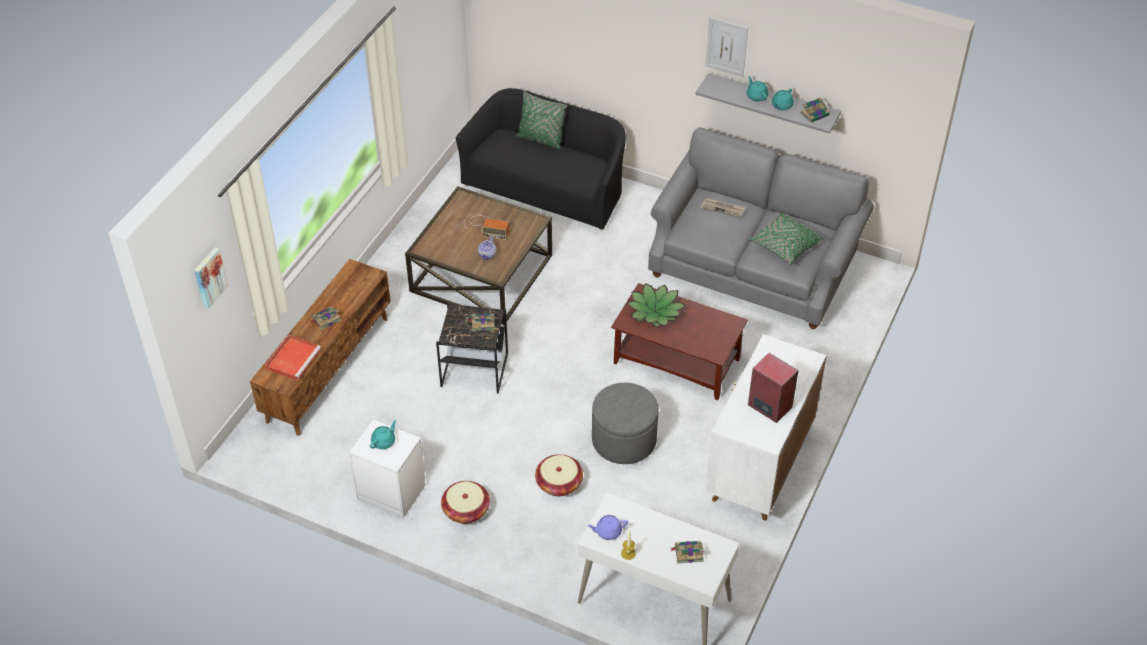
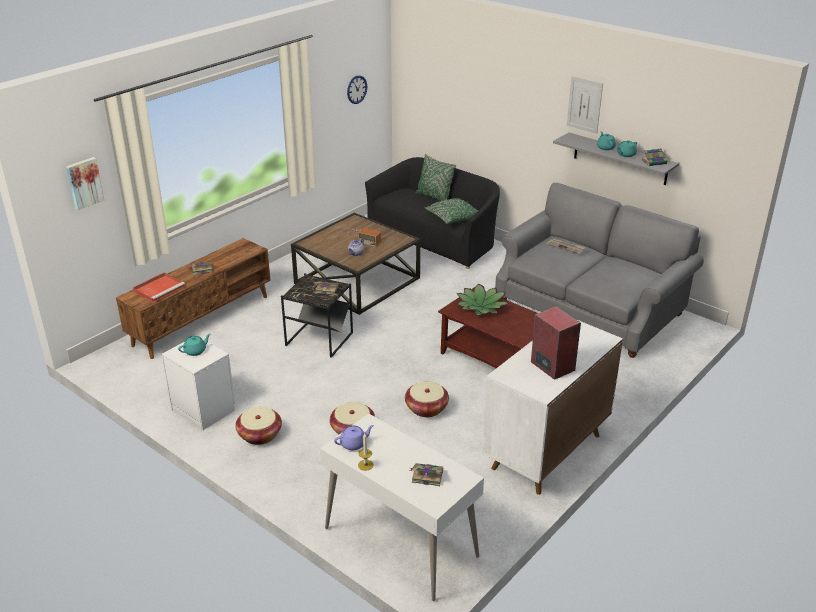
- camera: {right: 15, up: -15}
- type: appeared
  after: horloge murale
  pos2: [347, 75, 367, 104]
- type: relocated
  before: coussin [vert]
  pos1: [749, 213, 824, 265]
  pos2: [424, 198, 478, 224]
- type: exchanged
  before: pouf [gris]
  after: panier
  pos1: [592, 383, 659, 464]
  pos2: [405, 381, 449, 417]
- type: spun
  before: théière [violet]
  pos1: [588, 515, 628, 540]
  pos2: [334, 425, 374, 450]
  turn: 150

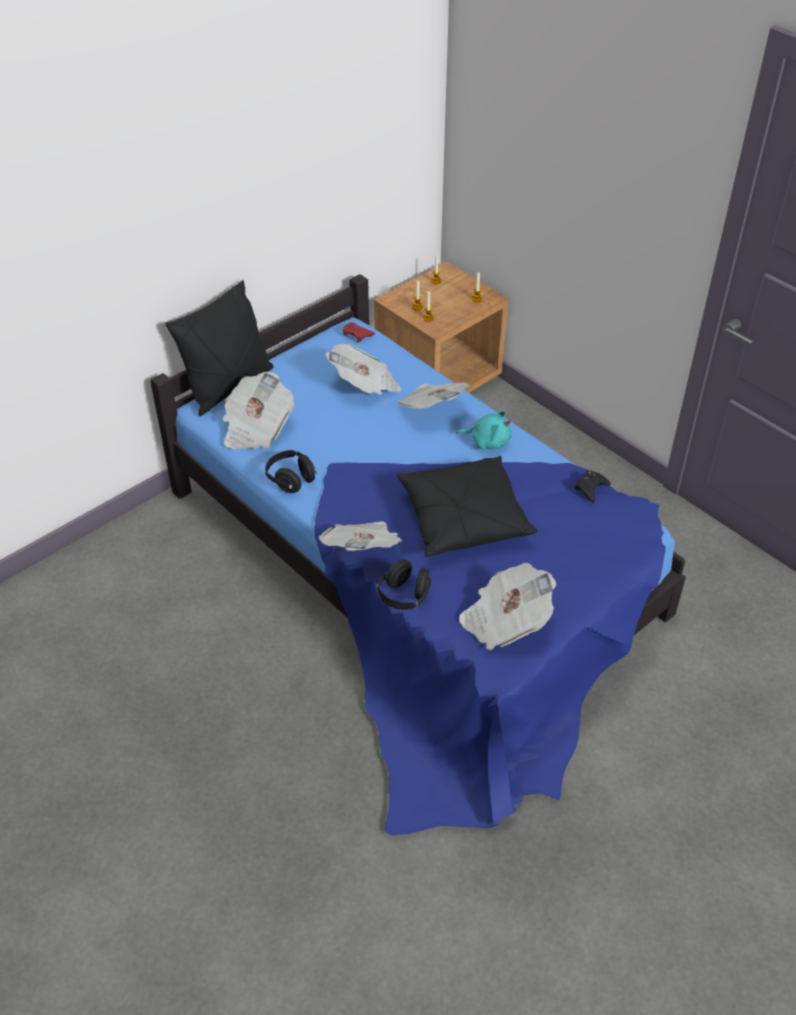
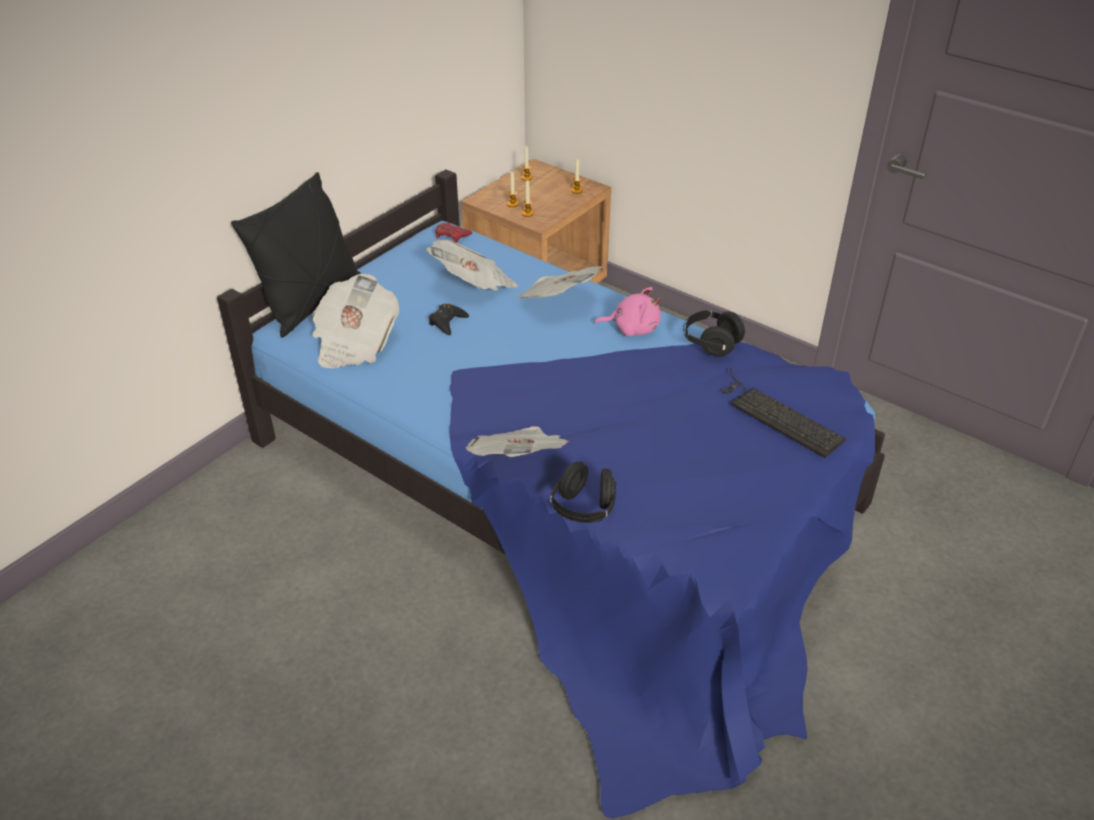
- camera: {right: -10, up: -5}
- type: missing
  before: coussin [noir]
  pos1: [397, 456, 537, 557]
- type: missing
  before: journal
  pos1: [459, 563, 557, 650]
- type: appeared
  after: clavier
  pos2: [720, 368, 846, 458]
- type: relocated
  before: casque audio [noir]
  pos1: [265, 450, 317, 493]
  pos2: [683, 310, 746, 357]
- type: relocated
  before: manette [noir]
  pos1: [575, 470, 611, 502]
  pos2: [429, 304, 469, 335]
- type: colour
  before: peluche [turquoise]
  after: peluche [rose]
  pos1: [456, 410, 512, 450]
  pos2: [594, 287, 661, 336]

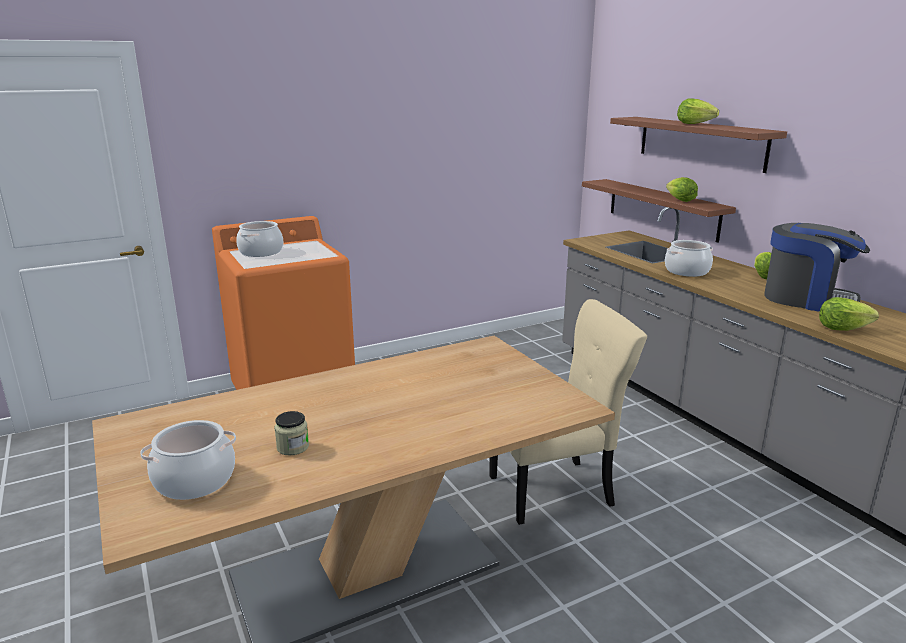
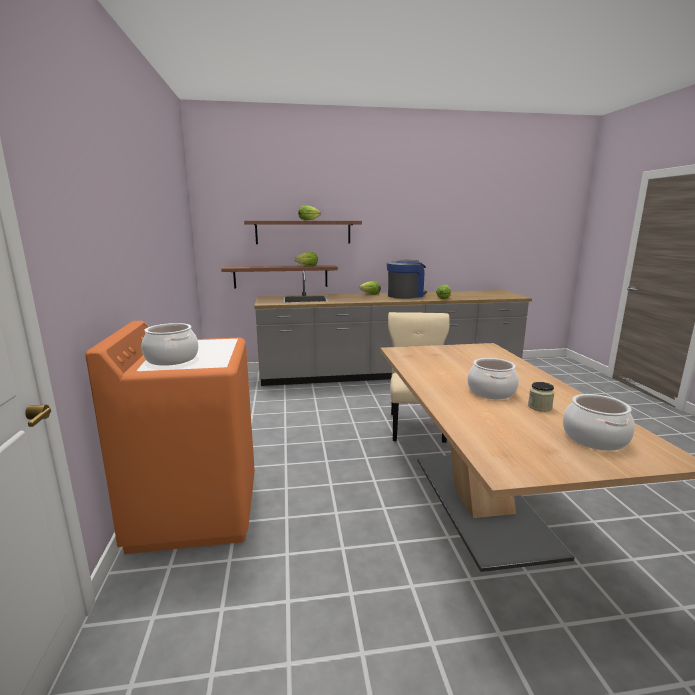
- camera: {right: -70, up: -5}
- type: relocated
  before: marmite
  pos1: [665, 240, 713, 277]
  pos2: [467, 358, 519, 399]

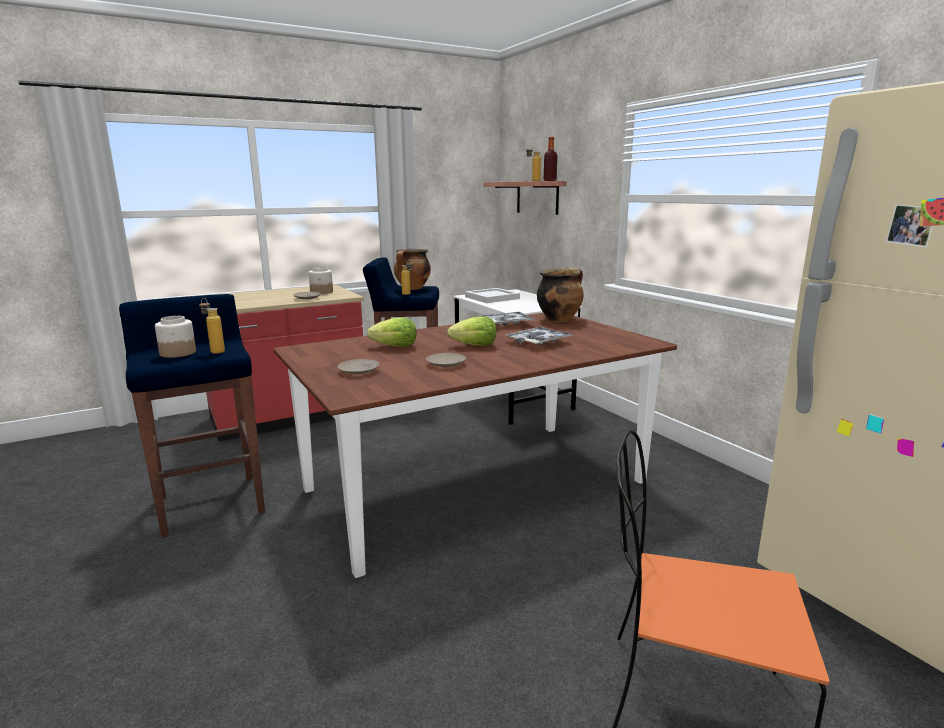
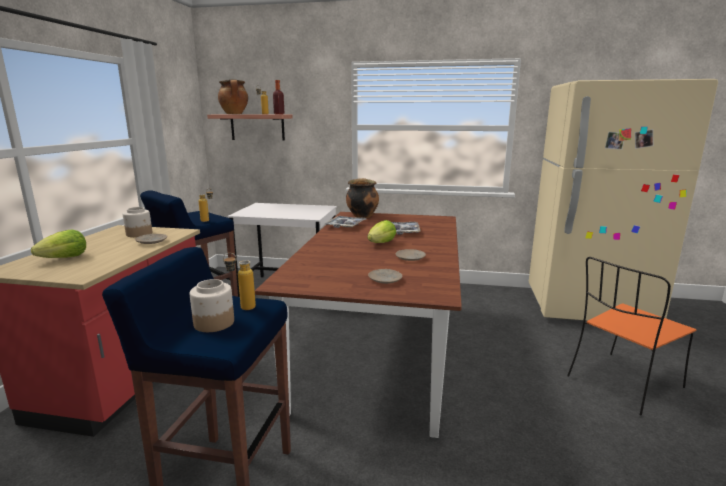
- camera: {right: -50, up: 0}
- type: missing
  before: plateau [blanc]
  pos1: [465, 288, 520, 303]
- type: relocated
  before: laitue
  pos1: [367, 317, 416, 347]
  pos2: [31, 230, 86, 258]
- type: relocated
  before: marmite
  pos1: [394, 249, 431, 290]
  pos2: [218, 79, 248, 114]

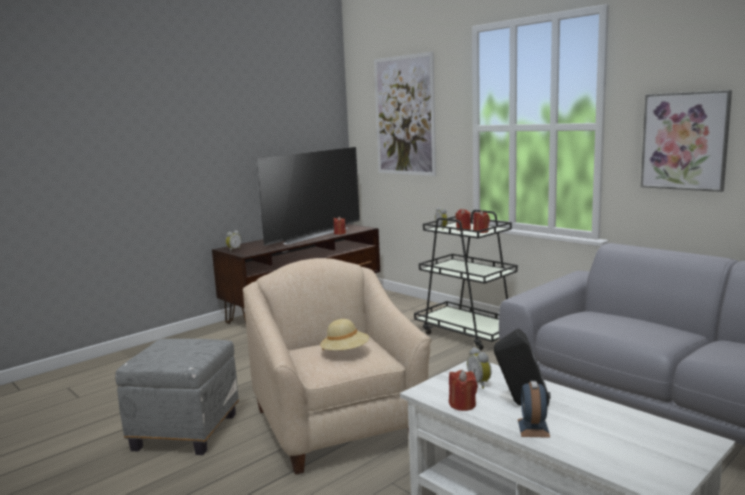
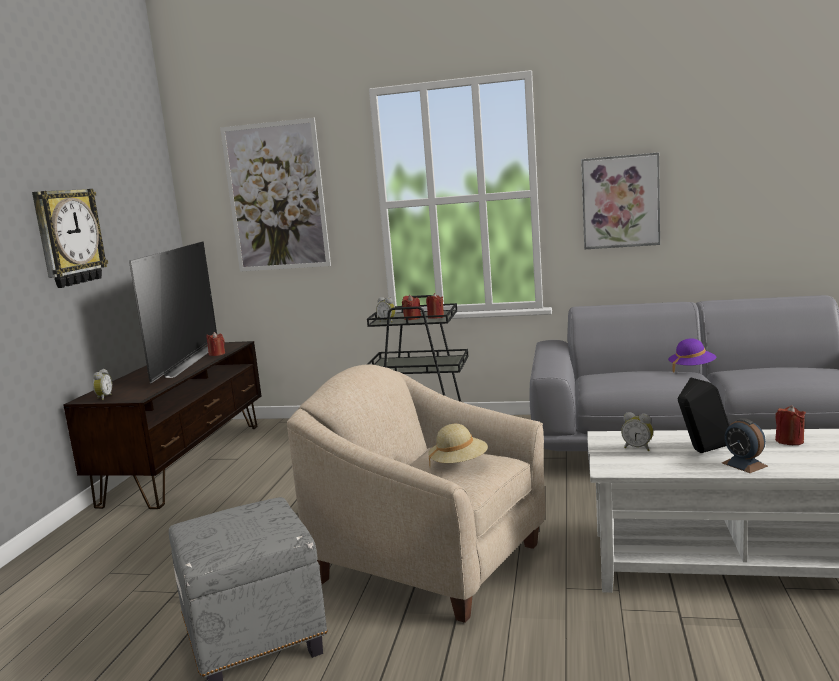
- camera: {right: -35, up: 0}
- type: appeared
  after: horloge murale
  pos2: [32, 189, 108, 288]
- type: appeared
  after: chapeau [violet]
  pos2: [668, 338, 716, 372]
- type: relocated
  before: bougie [rouge]
  pos1: [449, 370, 478, 411]
  pos2: [775, 405, 806, 445]

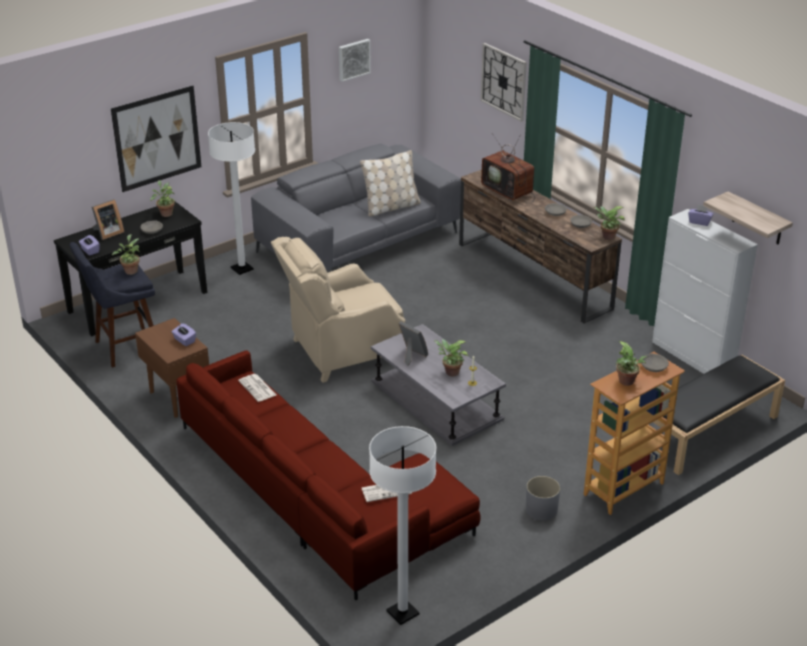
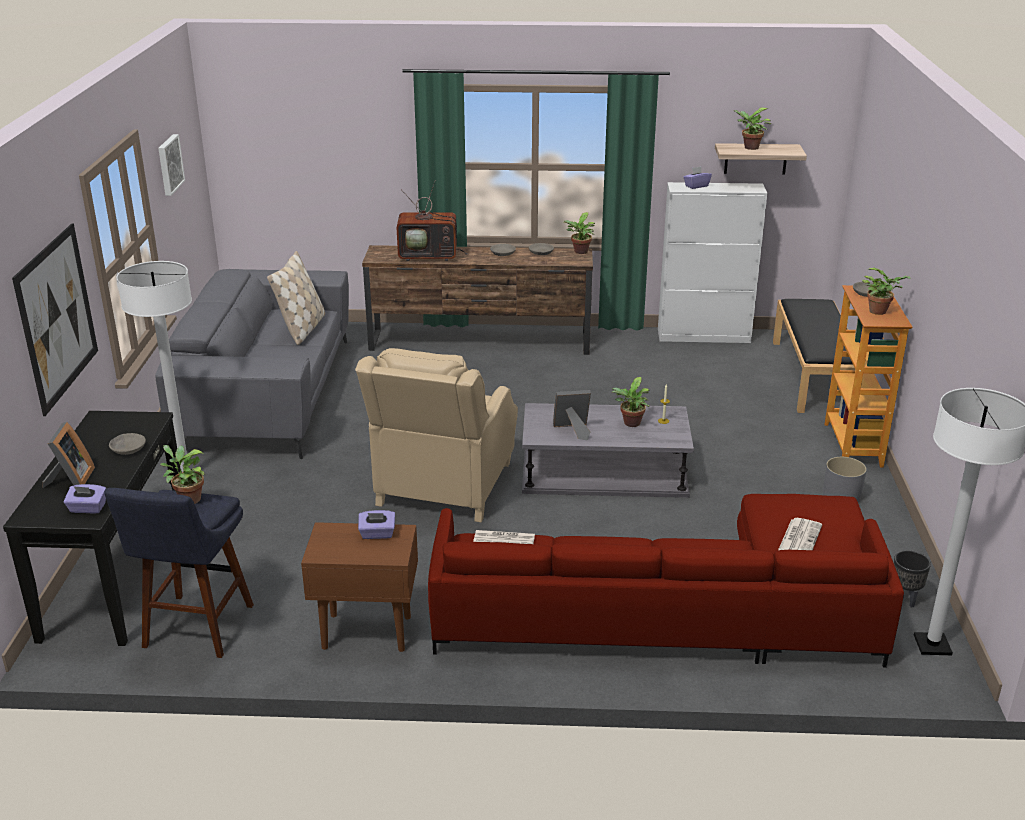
- camera: {right: -50, up: -5}
- type: missing
  before: horloge murale
  pos1: [481, 43, 527, 122]
- type: appeared
  after: cache-pot [noir]
  pos2: [894, 551, 931, 608]
- type: relocated
  before: plante en pot
  pos1: [150, 180, 175, 217]
  pos2: [735, 108, 771, 150]

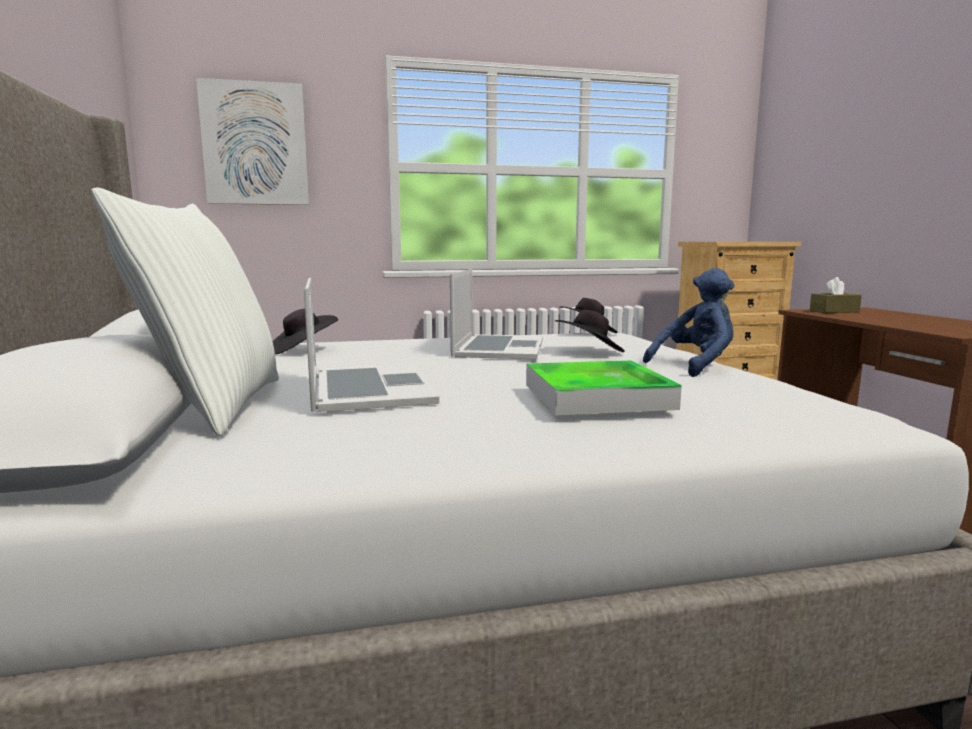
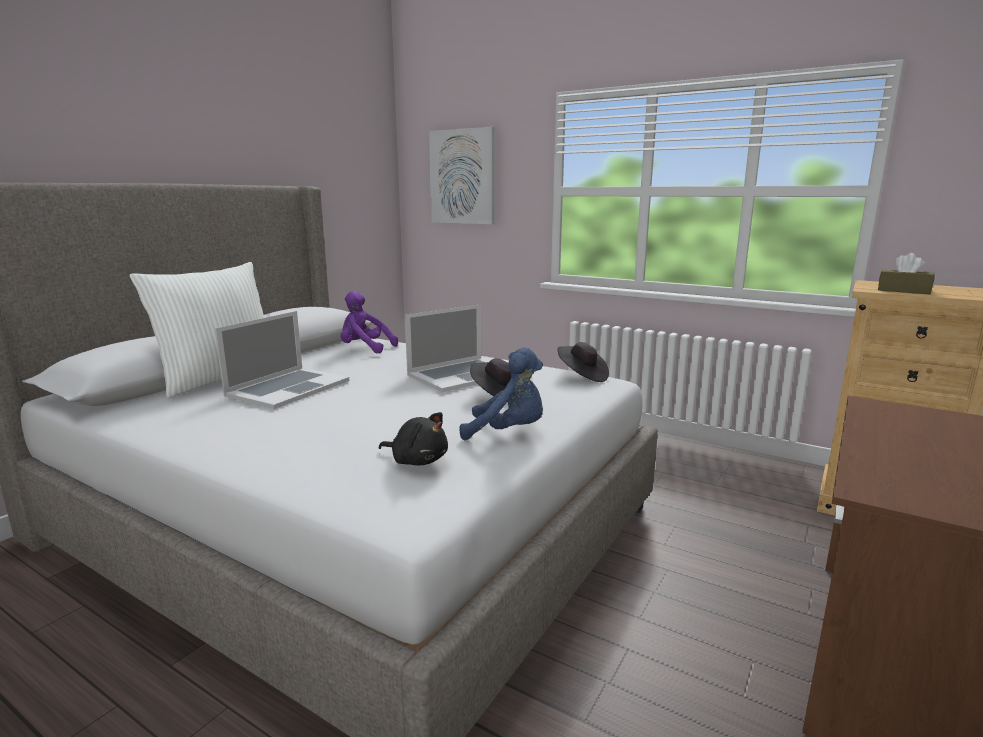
- camera: {right: 45, up: 5}
- type: missing
  before: plateau
  pos1: [526, 360, 682, 416]
- type: appeared
  after: peluche [noir]
  pos2: [379, 412, 448, 465]
- type: relocated
  before: boîte à mouchoirs [marron]
  pos1: [810, 277, 862, 313]
  pos2: [878, 253, 935, 294]
- type: exchanged
  before: chapeau [noir]
  after: peluche [violet]
  pos1: [272, 308, 338, 355]
  pos2: [341, 291, 398, 353]

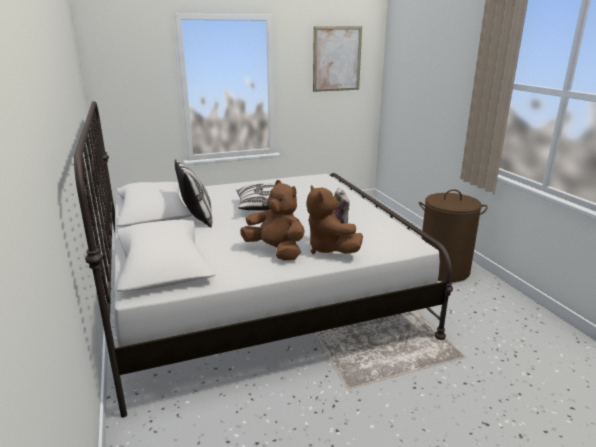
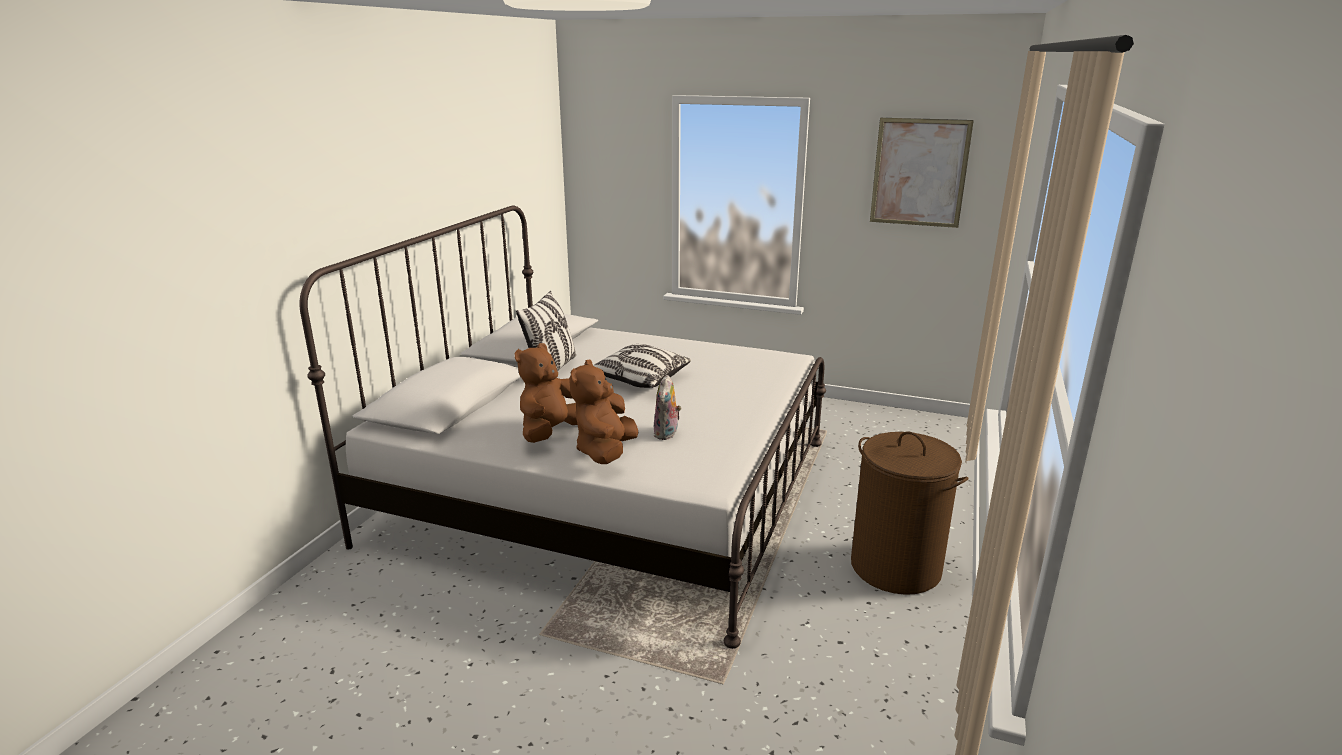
- camera: {right: 40, up: 0}
- type: spun
  before: peluche [marron]
  pos1: [240, 180, 305, 261]
  pos2: [515, 343, 578, 443]
  turn: -135

